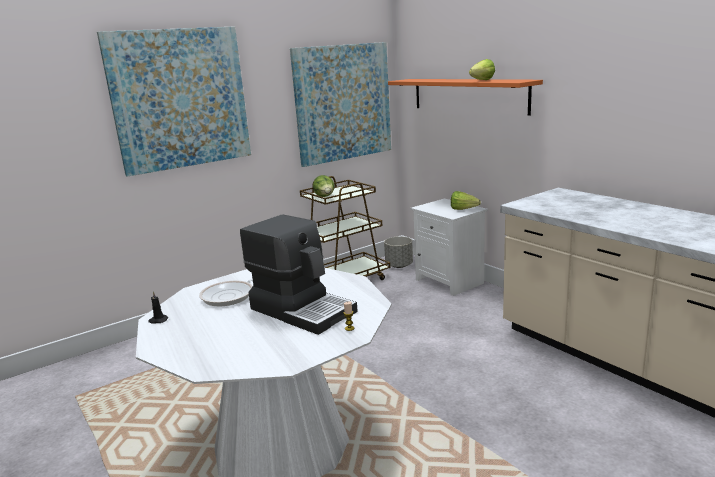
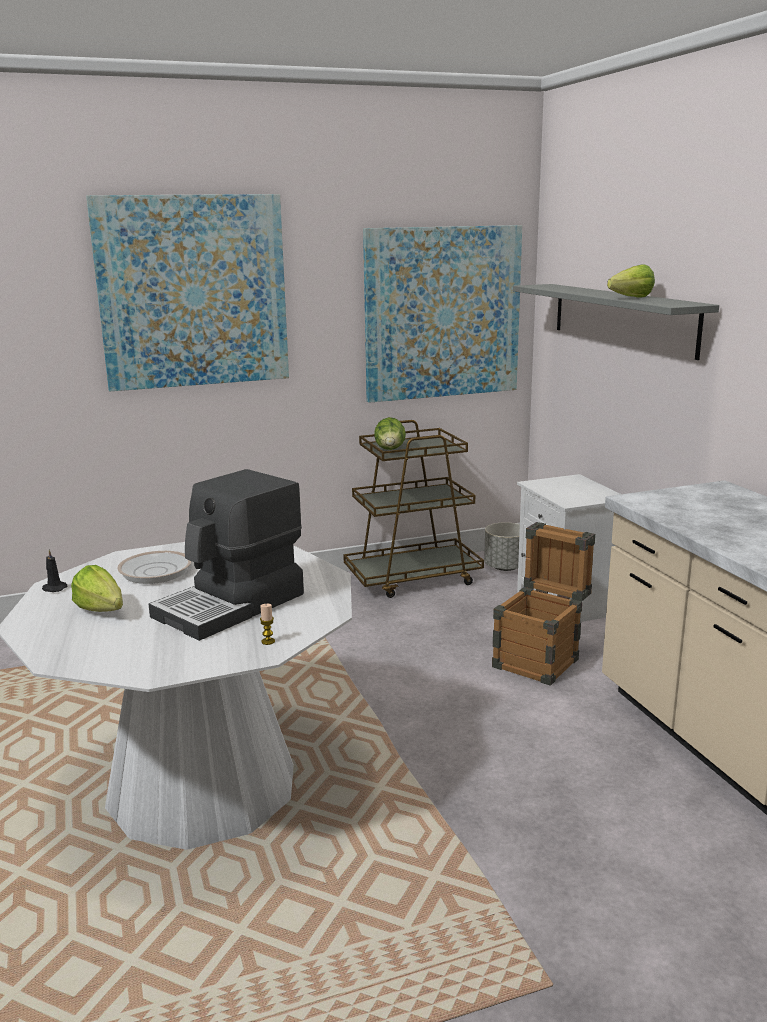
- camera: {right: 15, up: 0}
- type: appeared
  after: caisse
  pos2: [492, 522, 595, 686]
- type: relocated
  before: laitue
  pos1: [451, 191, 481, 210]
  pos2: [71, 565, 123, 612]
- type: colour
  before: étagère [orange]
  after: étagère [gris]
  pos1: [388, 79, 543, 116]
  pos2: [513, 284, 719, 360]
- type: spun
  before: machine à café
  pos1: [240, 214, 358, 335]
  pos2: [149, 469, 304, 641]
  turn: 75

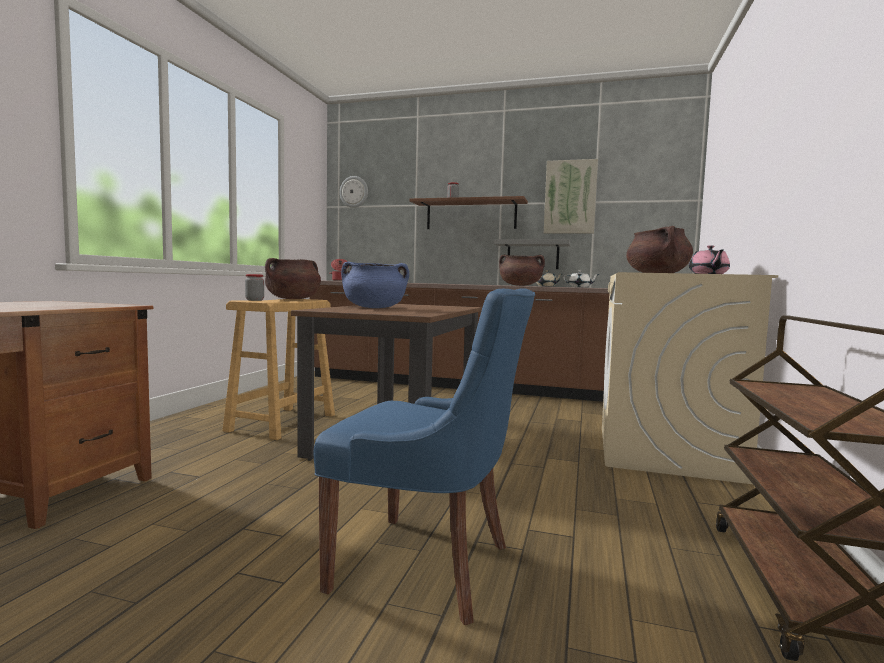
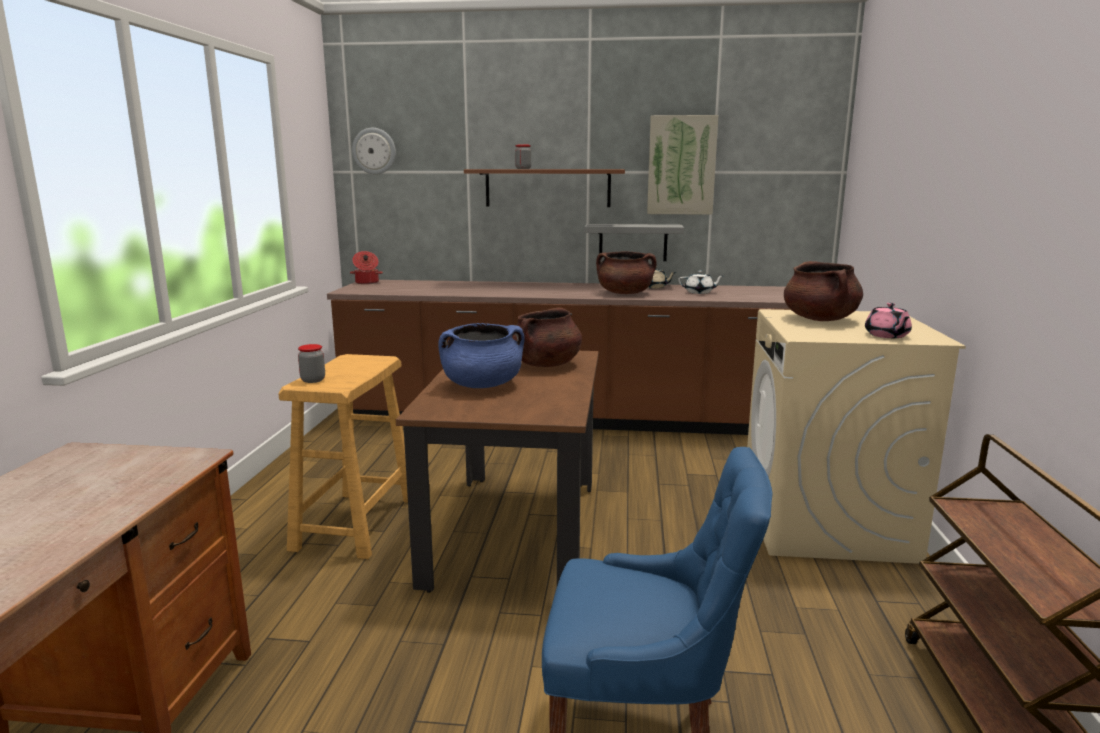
- camera: {right: -10, up: 10}
- type: relocated
  before: marmite [marron]
  pos1: [265, 258, 321, 299]
  pos2: [512, 308, 582, 367]

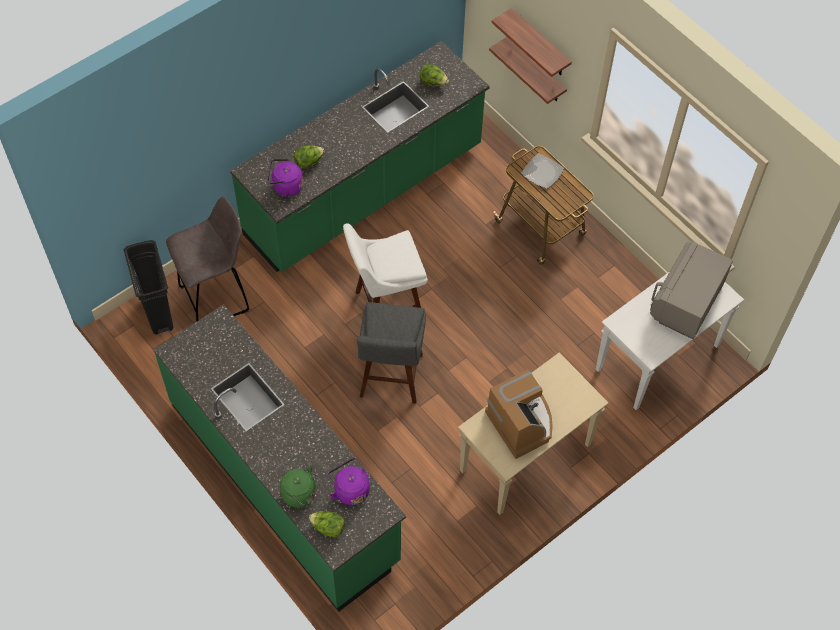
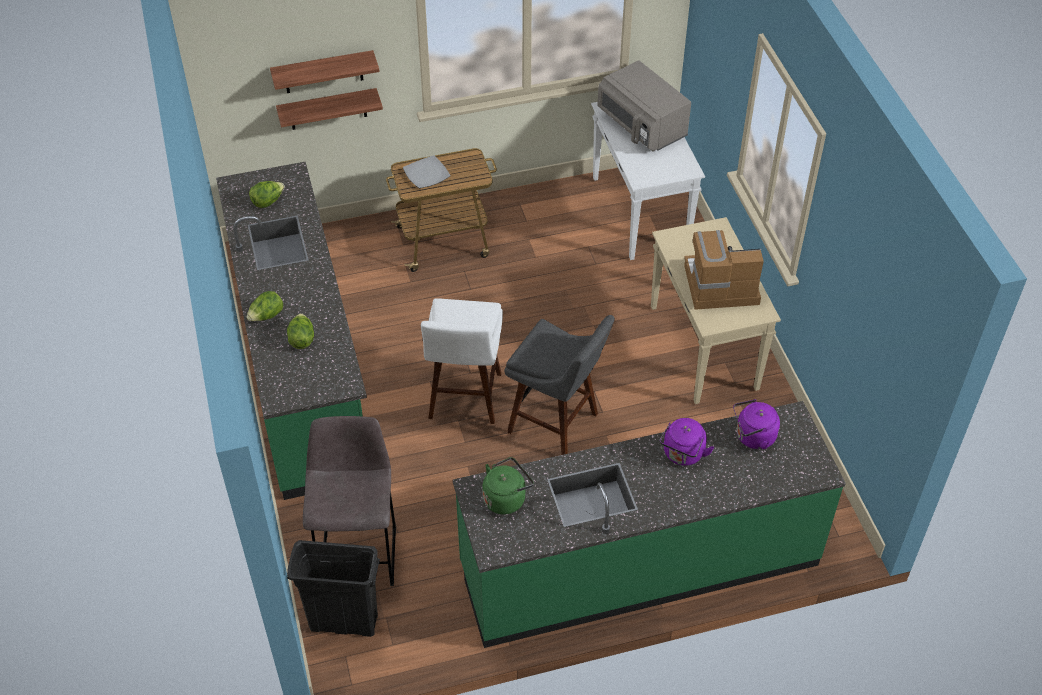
- camera: {right: -65, up: -10}
- type: relocated
  before: bouilloire [violet]
  pos1: [268, 159, 303, 197]
  pos2: [659, 418, 714, 466]
- type: relocated
  before: bouilloire [vert]
  pos1: [280, 465, 322, 508]
  pos2: [482, 457, 534, 515]
- type: relocated
  before: laitue
  pos1: [309, 511, 345, 538]
  pos2: [246, 291, 283, 321]

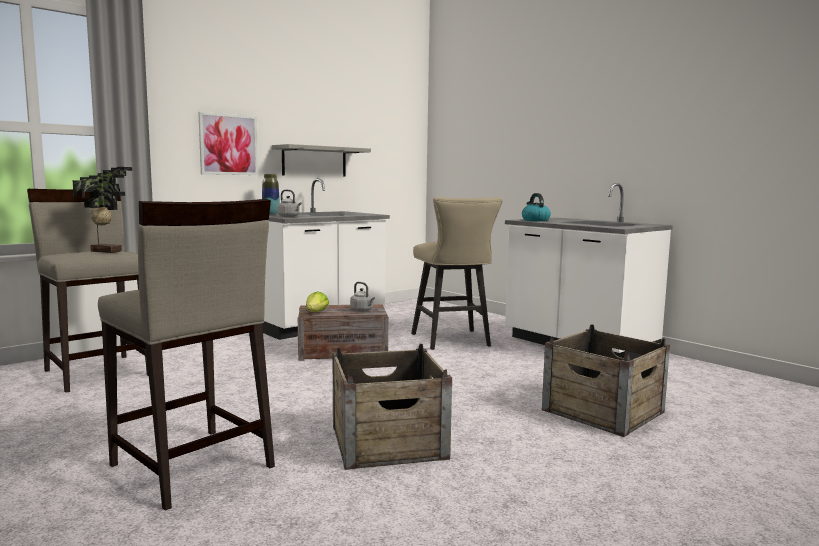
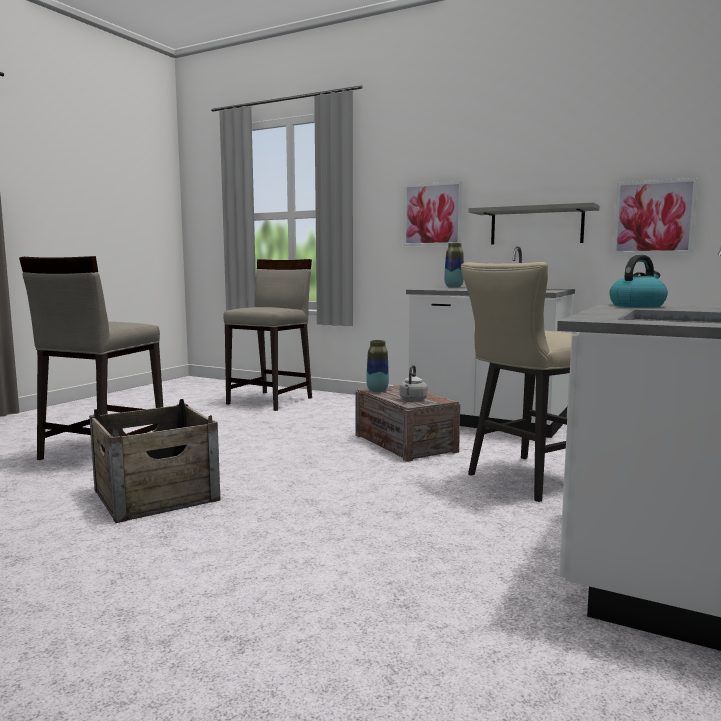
- camera: {right: 70, up: 0}
- type: missing
  before: plante en pot
  pos1: [73, 167, 132, 253]
- type: missing
  before: bouilloire [gris]
  pos1: [277, 190, 302, 217]
- type: missing
  before: caisse
  pos1: [542, 324, 670, 437]
- type: appeared
  after: tableau
  pos2: [613, 178, 698, 254]
- type: exchanged
  before: laitue
  after: vase
  pos1: [306, 291, 329, 312]
  pos2: [366, 340, 389, 392]

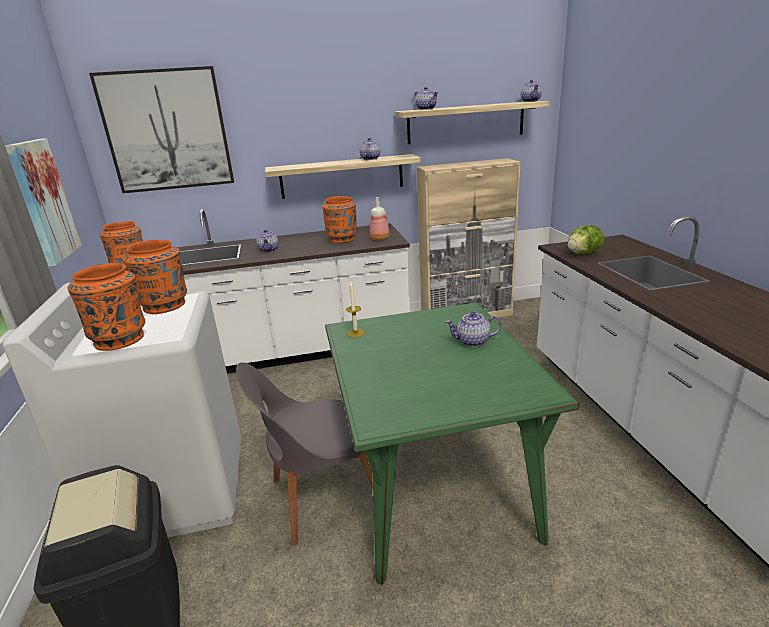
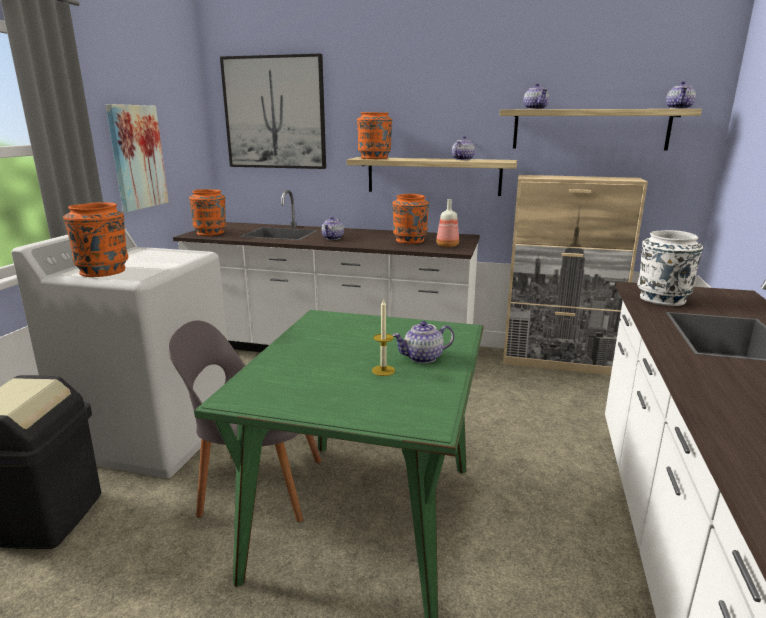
- camera: {right: 25, up: -5}
- type: relocated
  before: vase [orange]
  pos1: [122, 240, 187, 314]
  pos2: [357, 112, 392, 159]
- type: relocated
  before: bougie
  pos1: [346, 281, 364, 338]
  pos2: [372, 298, 395, 376]
- type: exchanged
  before: laitue
  after: vase [blanc]
  pos1: [567, 225, 604, 254]
  pos2: [637, 230, 703, 306]
- type: spun
  before: théière
  pos1: [445, 312, 501, 347]
  pos2: [392, 321, 454, 363]
  turn: -45

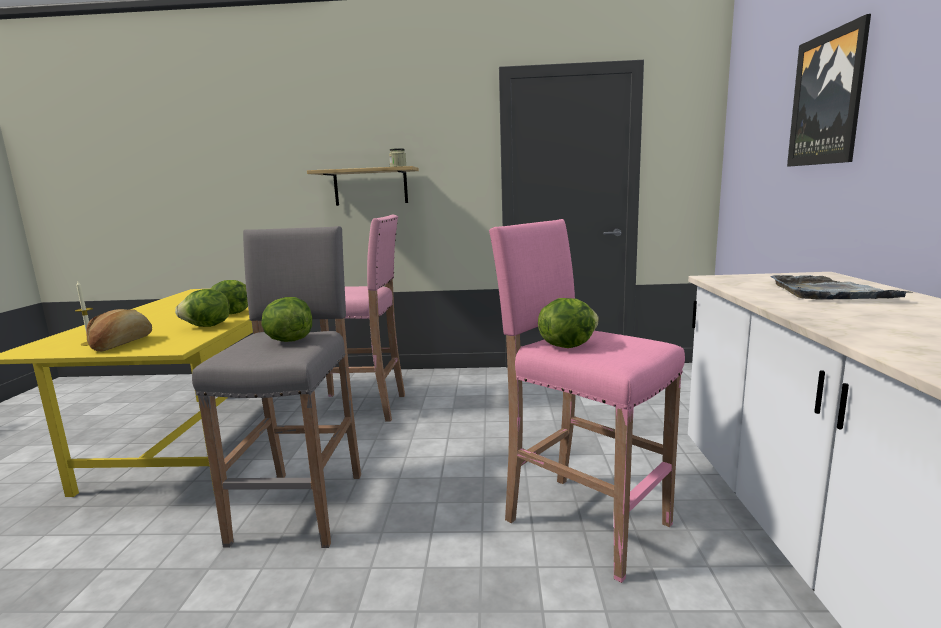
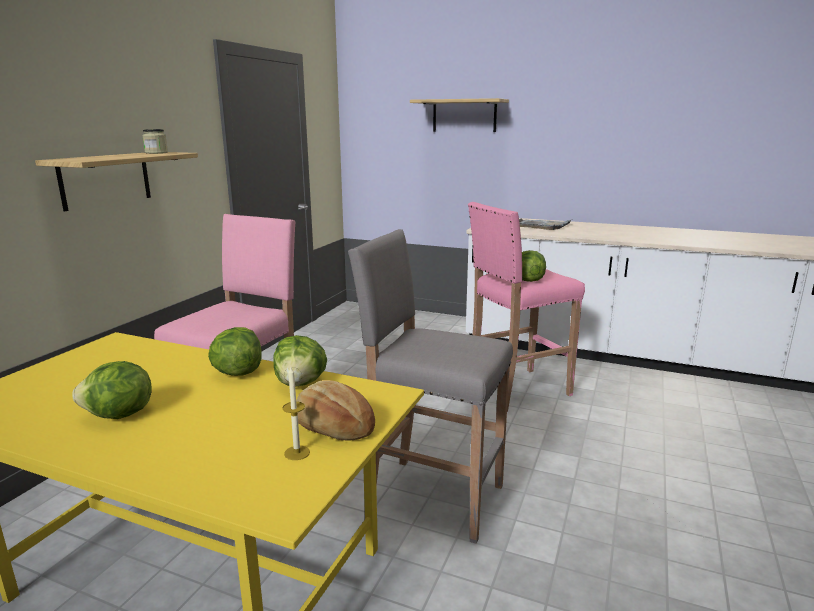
- camera: {right: -70, up: 5}
- type: relocated
  before: laitue
  pos1: [261, 297, 312, 342]
  pos2: [72, 361, 152, 419]
- type: exchanged
  before: tableau
  after: étagère
  pos1: [787, 14, 871, 167]
  pos2: [410, 98, 509, 132]

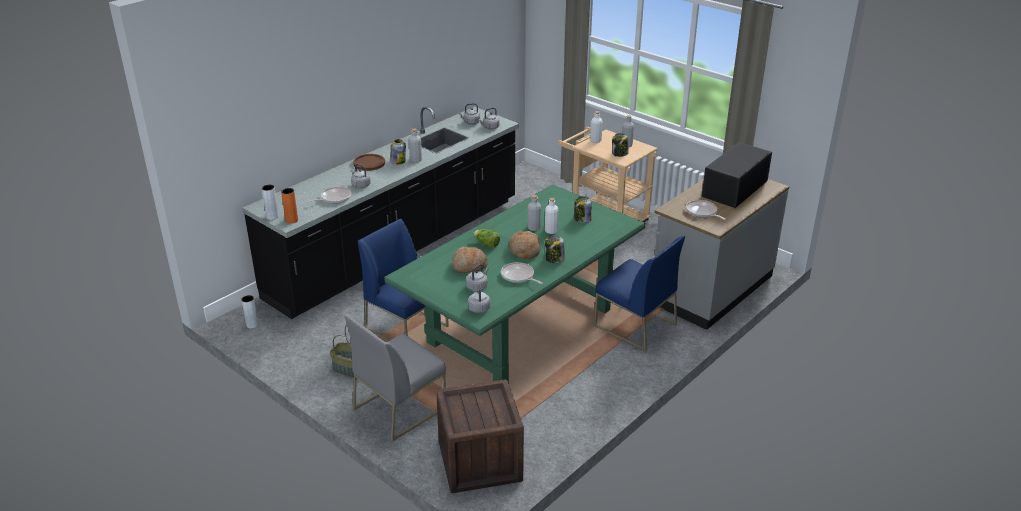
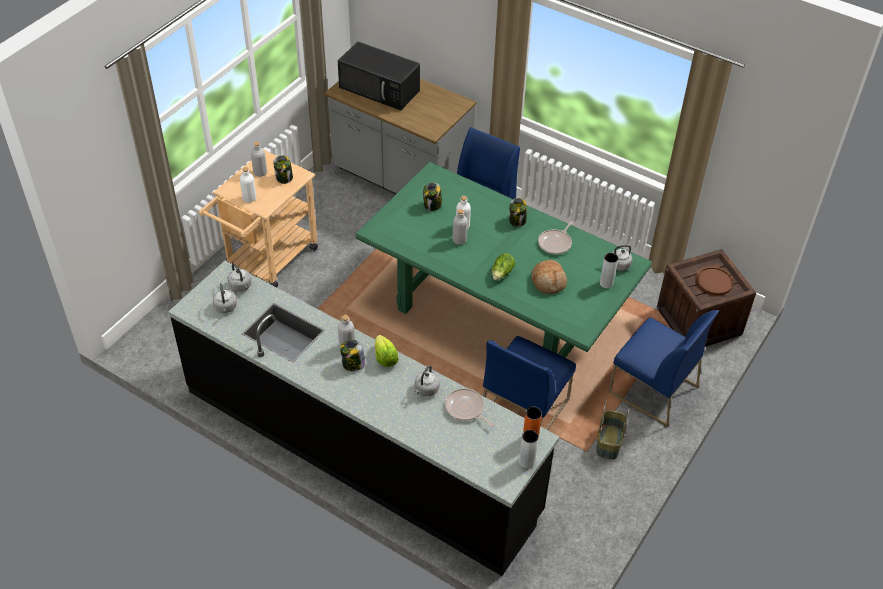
- camera: {right: -100, up: 15}
- type: missing
  before: bouilloire [gris]
  pos1: [466, 264, 488, 292]
- type: missing
  before: pain
  pos1: [509, 231, 540, 259]
- type: missing
  before: poêle
  pos1: [686, 200, 726, 220]
- type: appeared
  after: laitue
  pos2: [375, 335, 399, 367]
- type: relocated
  before: vase [gris]
  pos1: [241, 295, 258, 328]
  pos2: [600, 253, 618, 288]
- type: relocated
  before: assiette [marron]
  pos1: [353, 154, 385, 171]
  pos2: [696, 266, 734, 295]
- type: colour
  before: chaise [gris]
  after: chaise [bleu]
  pos1: [344, 315, 446, 442]
  pos2: [608, 310, 719, 427]

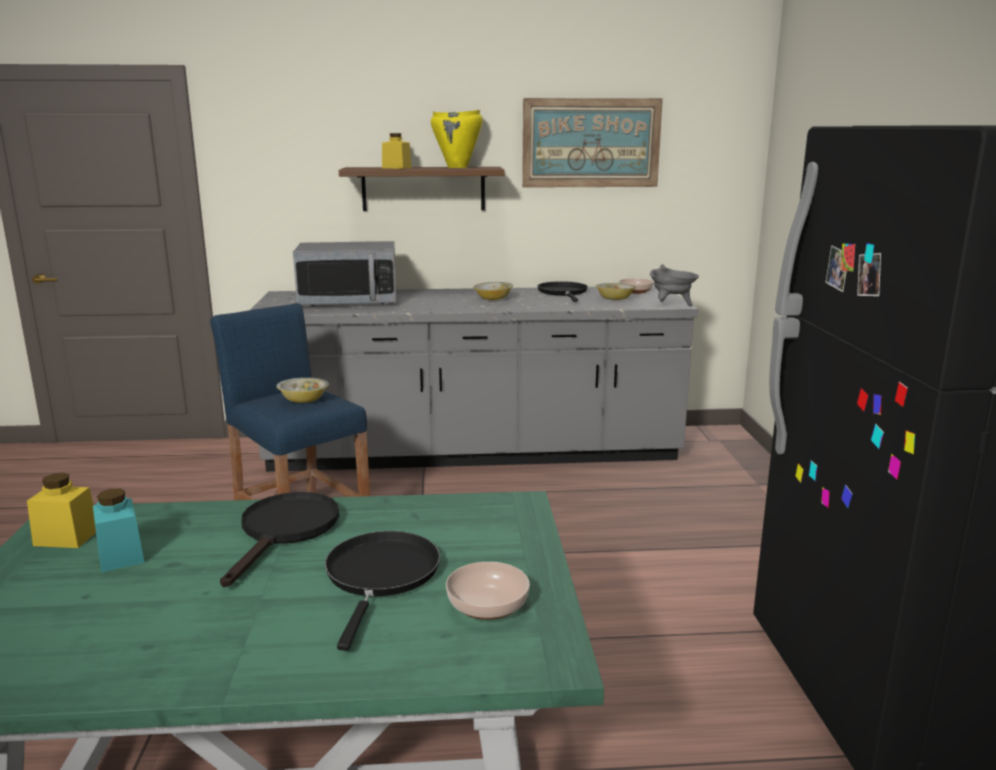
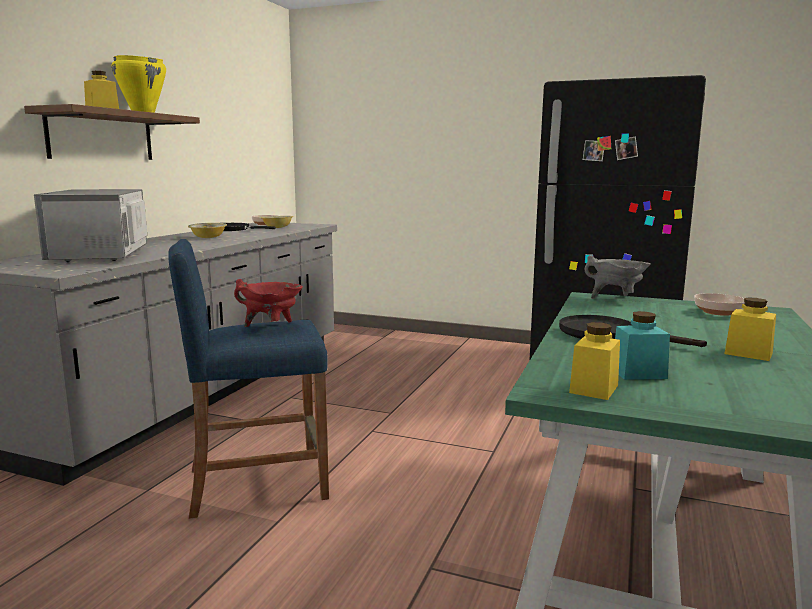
- camera: {right: -65, up: -5}
- type: missing
  before: poêle [noir]
  pos1: [325, 531, 440, 651]
- type: missing
  before: tableau
  pos1: [522, 98, 663, 188]
- type: appeared
  after: bocal [jaune]
  pos2: [724, 297, 776, 361]
- type: relocated
  before: marmite [gris]
  pos1: [650, 264, 699, 306]
  pos2: [584, 255, 650, 299]
- type: exchanged
  before: bol
  after: marmite [rouge]
  pos1: [276, 378, 329, 403]
  pos2: [234, 279, 303, 327]
- type: spun
  before: micro-ondes
  pos1: [293, 241, 397, 306]
  pos2: [34, 189, 147, 262]
  turn: 150

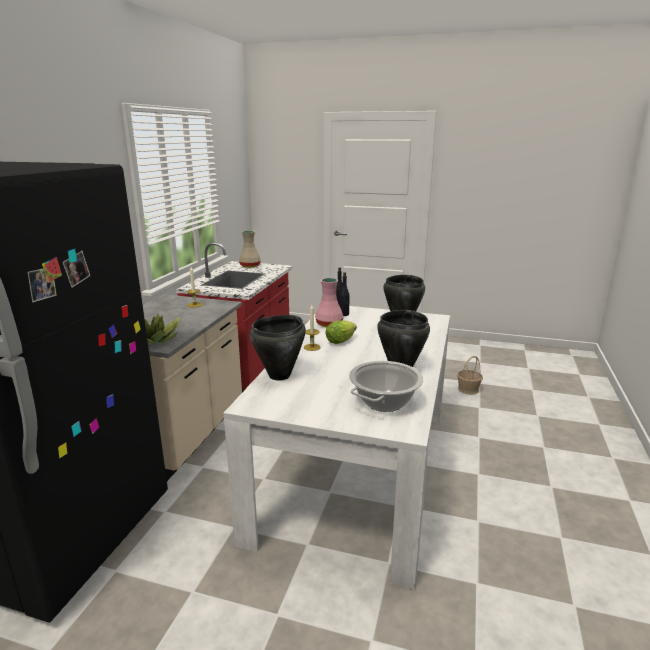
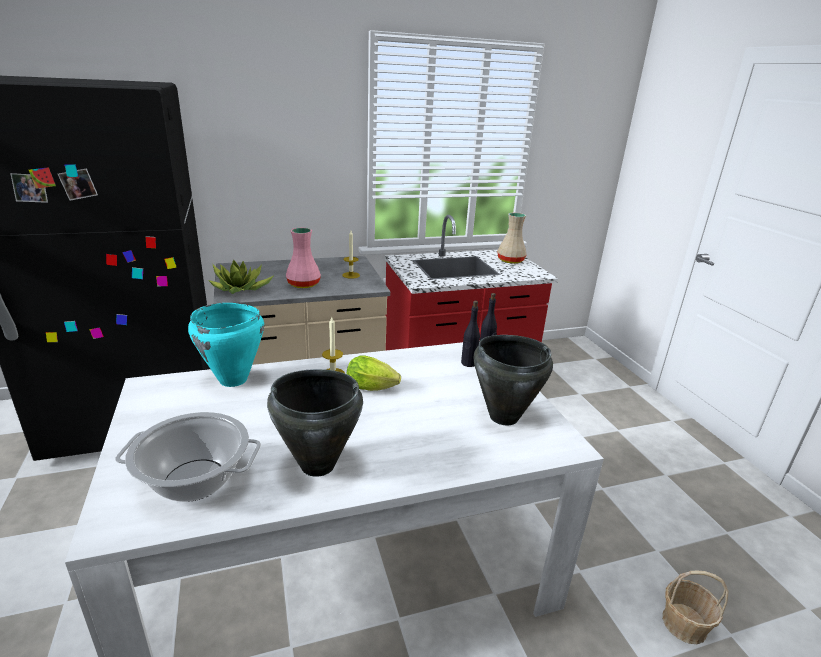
- camera: {right: 55, up: 5}
- type: relocated
  before: vase [rose]
  pos1: [315, 278, 344, 327]
  pos2: [286, 228, 321, 288]
- type: colour
  before: marmite [noir]
  after: marmite [turquoise]
  pos1: [250, 315, 306, 381]
  pos2: [188, 303, 264, 387]

